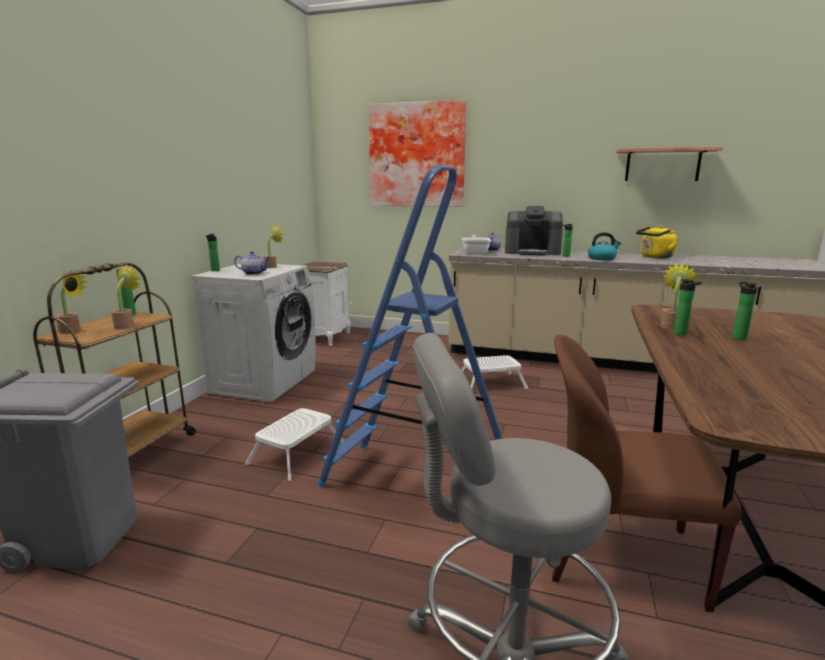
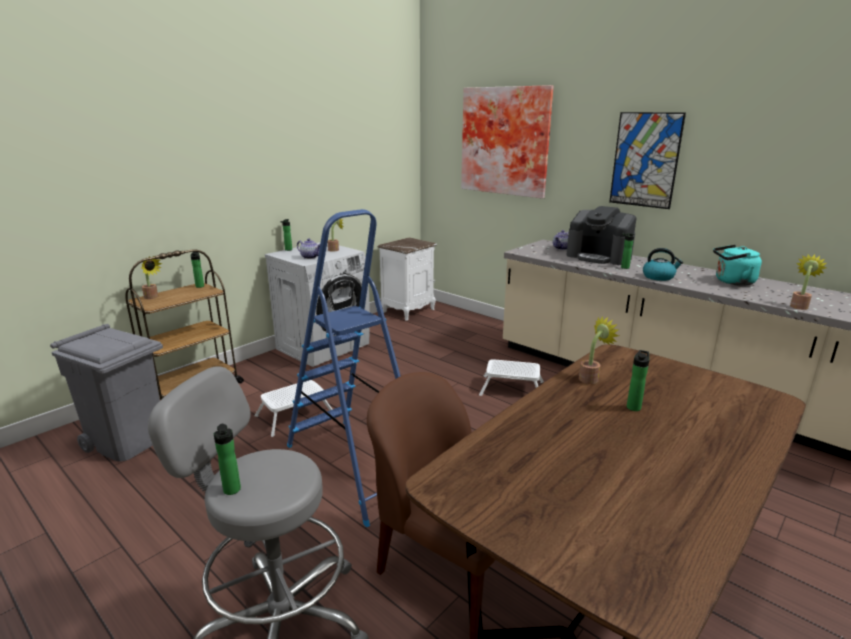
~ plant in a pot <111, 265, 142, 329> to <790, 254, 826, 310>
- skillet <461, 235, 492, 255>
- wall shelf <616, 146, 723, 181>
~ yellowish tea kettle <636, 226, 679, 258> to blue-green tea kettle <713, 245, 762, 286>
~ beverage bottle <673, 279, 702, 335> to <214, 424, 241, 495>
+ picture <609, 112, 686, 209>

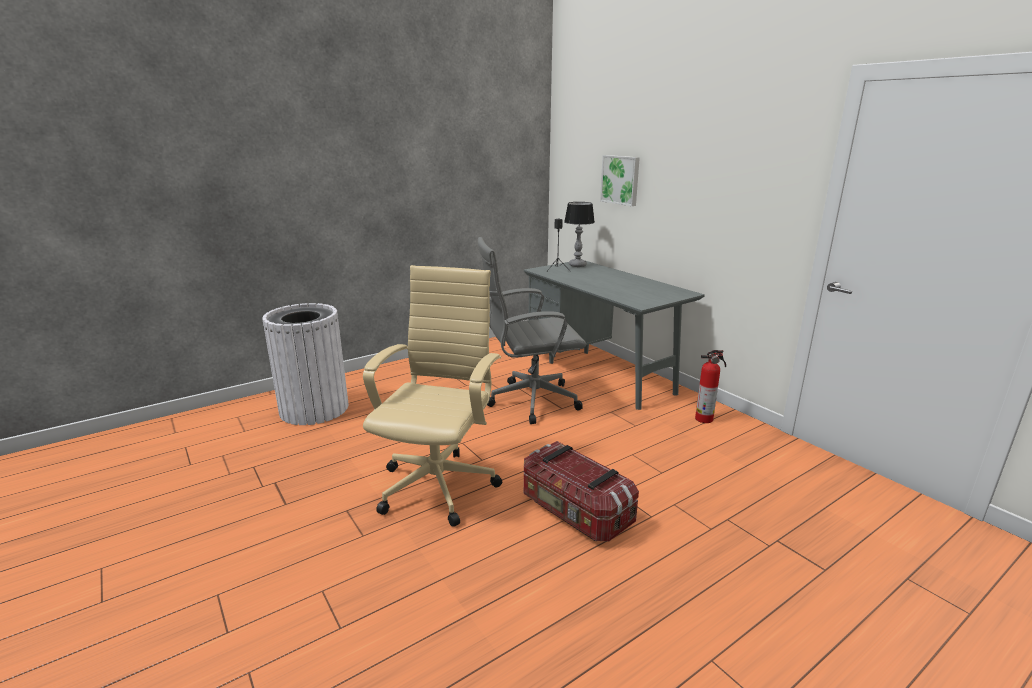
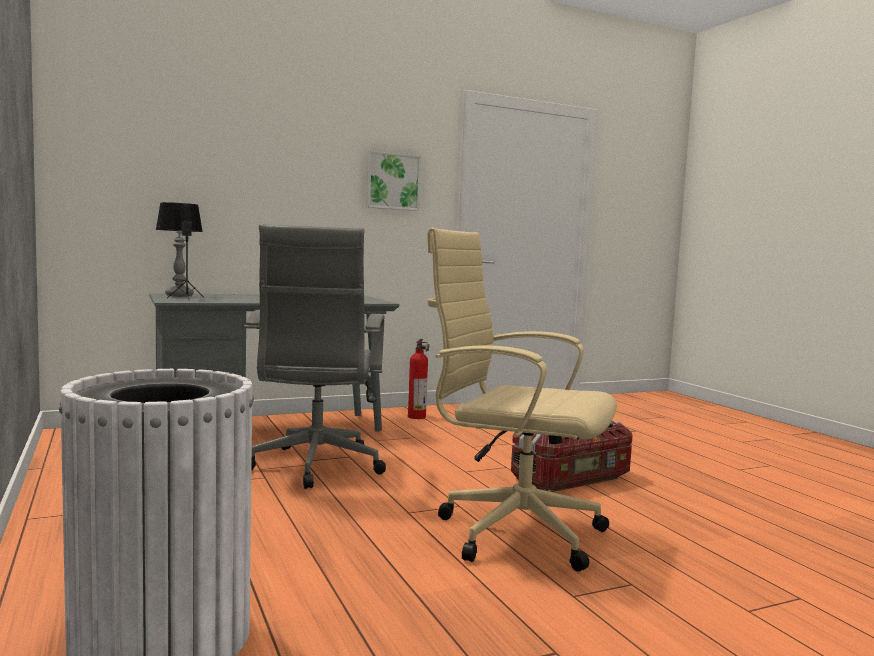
~ picture <600, 155, 640, 206> to <366, 151, 421, 211>

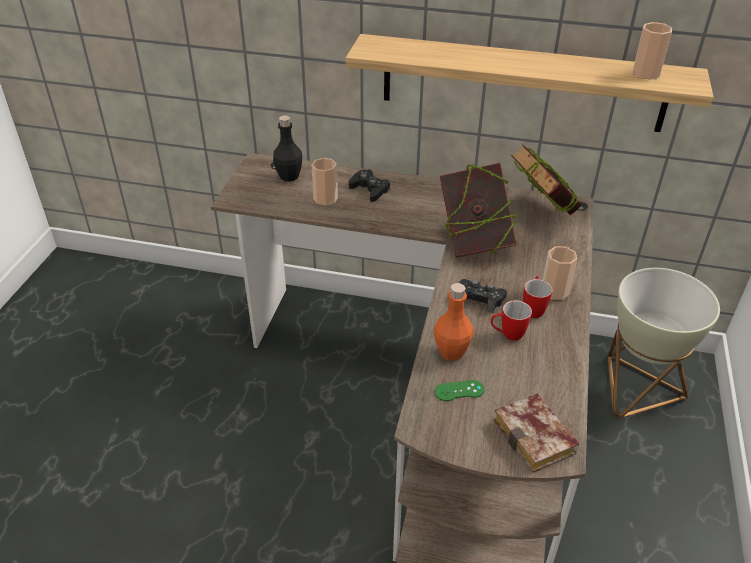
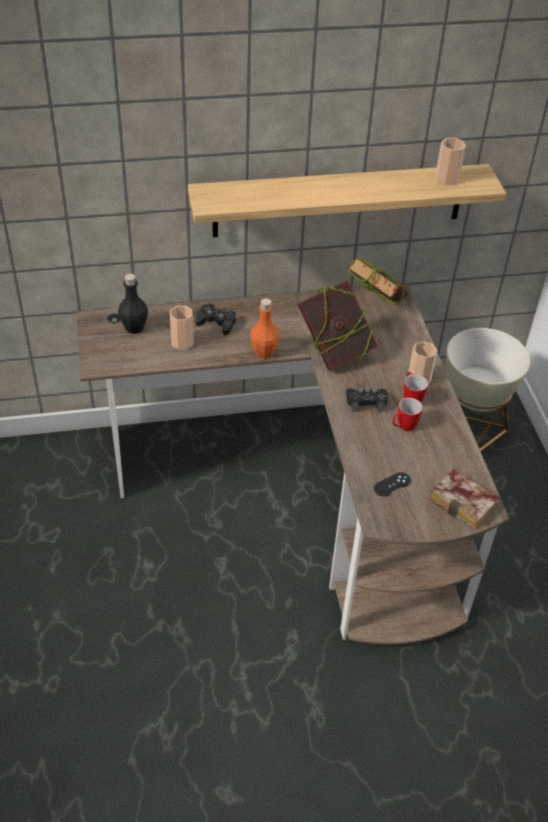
~ orange beverage bottle <433, 283, 474, 361> to <250, 298, 279, 359>
~ greenish gamepad <435, 380, 485, 401> to blackish gamepad <374, 472, 411, 496>

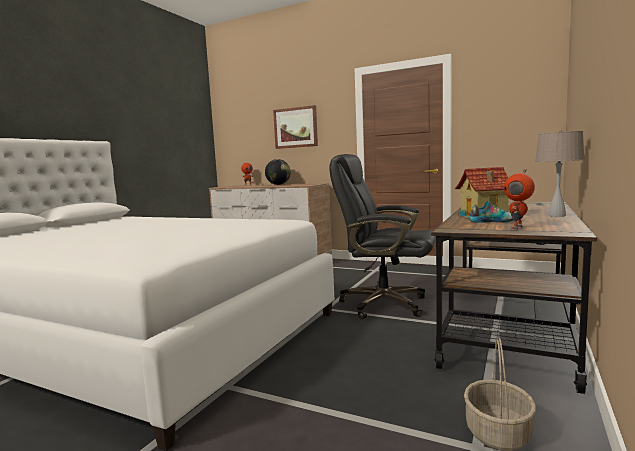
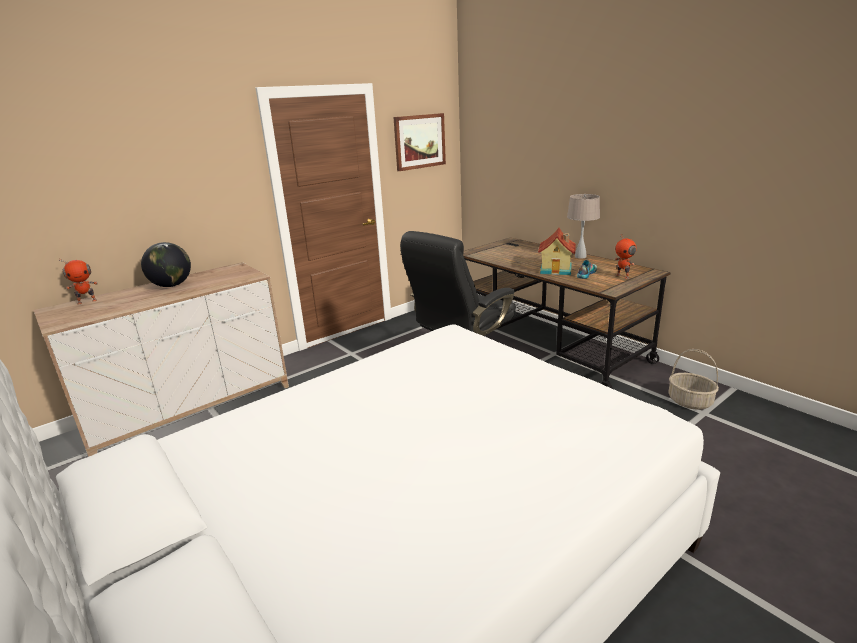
~ picture <273, 105, 318, 149> to <393, 113, 446, 171>

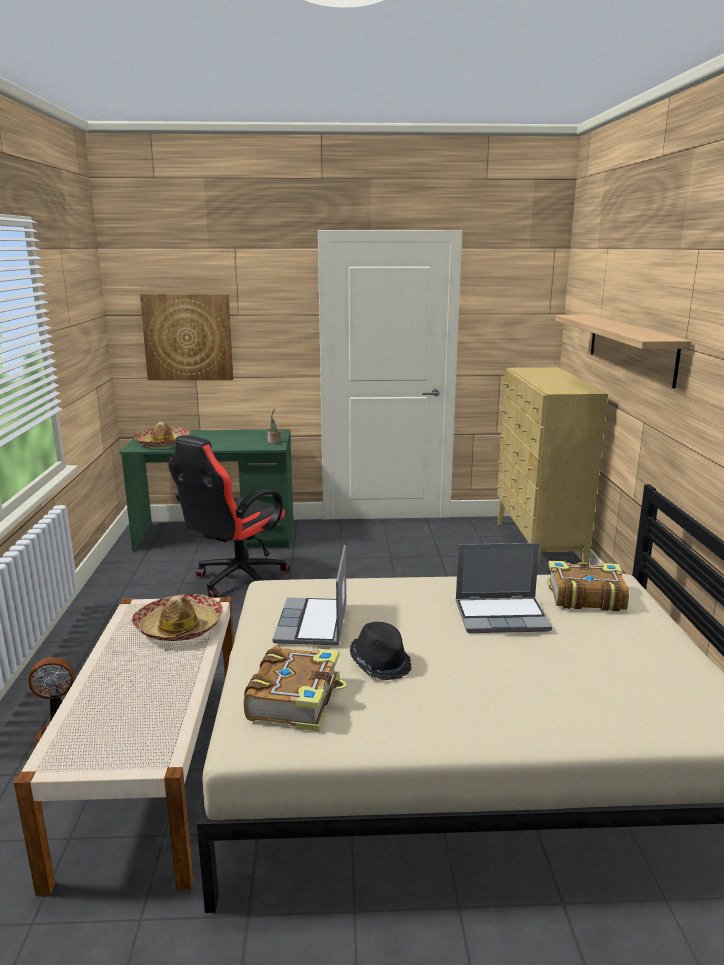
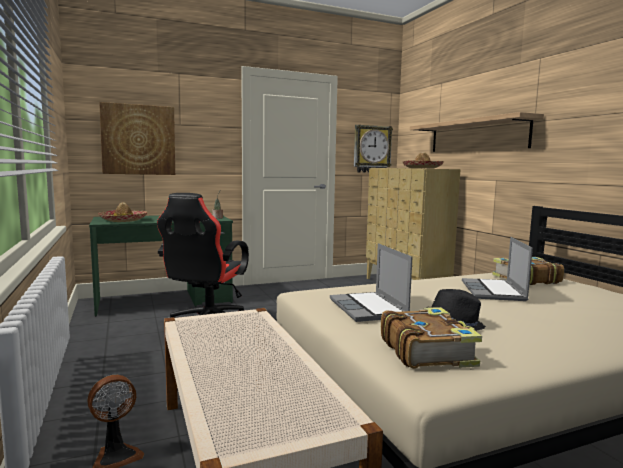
~ wearable hat <132, 594, 223, 641> to <402, 152, 444, 169>
~ laptop <456, 543, 552, 633> = <462, 237, 533, 301> 120 degrees clockwise
+ clock on the wall <354, 125, 393, 173>

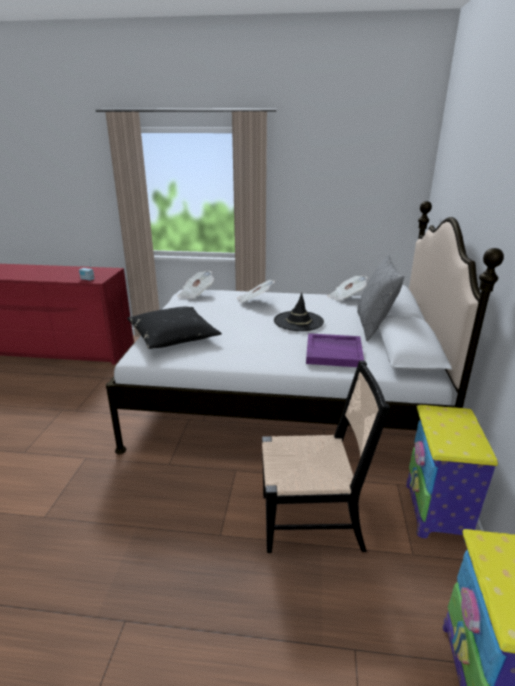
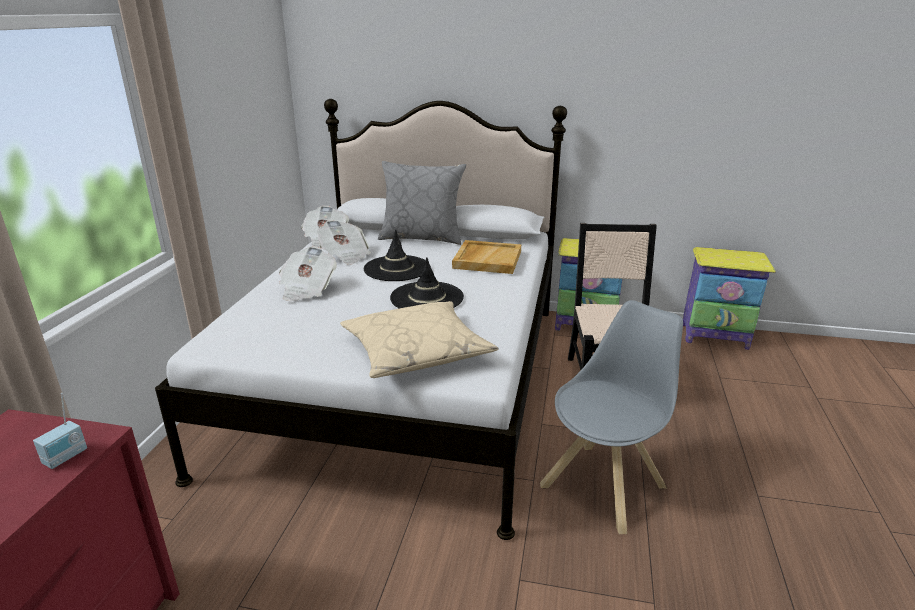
~ blackish pillow <127, 307, 222, 349> to sand-coloured pillow <340, 301, 499, 378>
~ daily paper <178, 271, 214, 299> to <317, 220, 371, 265>
~ purplish tray <306, 333, 364, 367> to sand-coloured tray <452, 240, 521, 274>
+ blackish wearable hat <390, 257, 464, 308>
+ gray chair <540, 300, 683, 534>

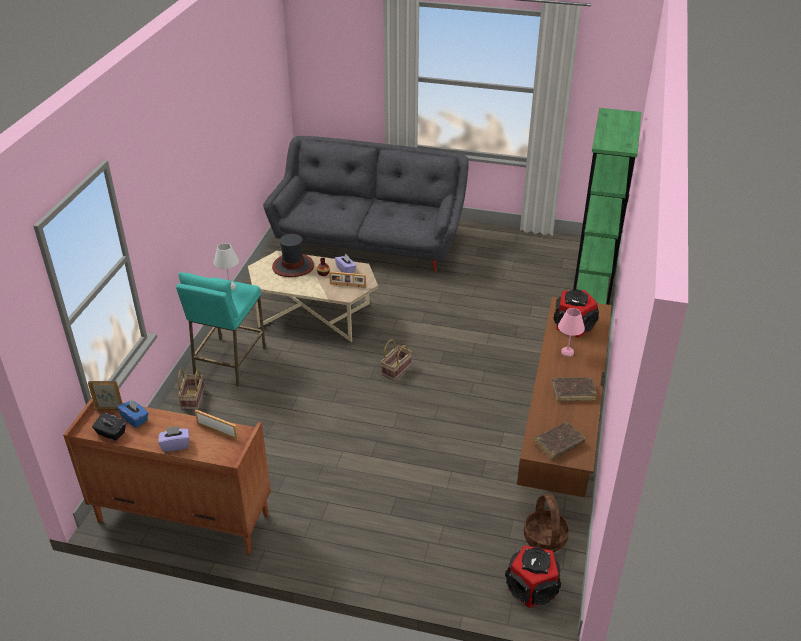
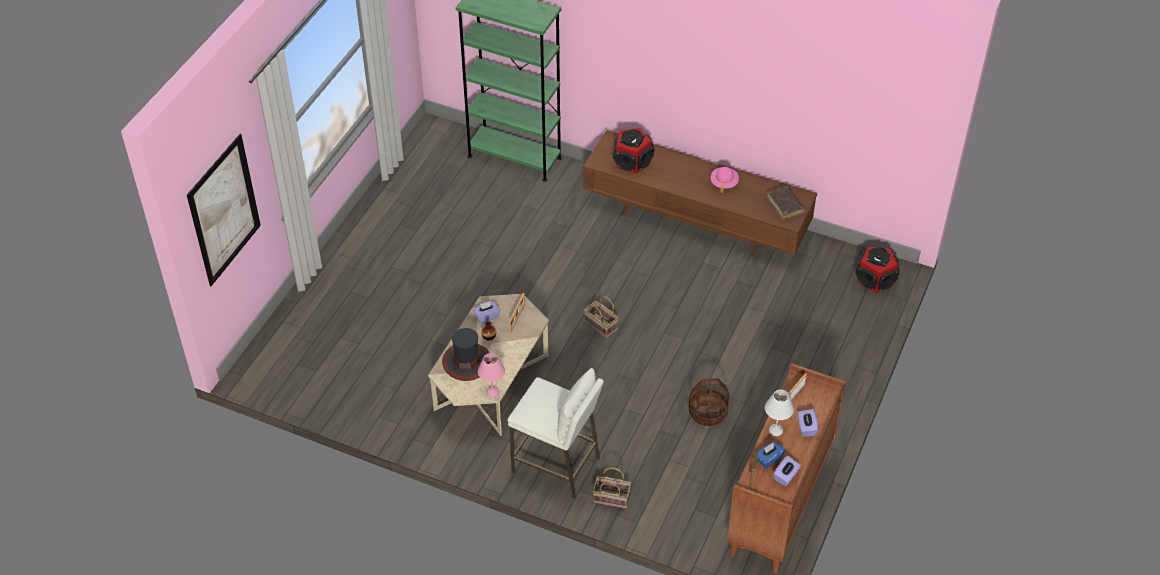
~ blackish box of tissues <92, 413, 126, 441> to purplish box of tissues <773, 456, 801, 486>
~ blue-green stool seat <176, 272, 266, 387> to white-coloured stool seat <507, 368, 604, 498>
~ white-coloured lamp for a table <214, 243, 239, 290> to <765, 389, 794, 436>
- gray settee <263, 136, 469, 272>
~ storage basket <524, 494, 569, 552> to <689, 378, 729, 426>
~ brown-coloured book <552, 377, 597, 402> to pinkish wearable hat <711, 167, 739, 193>
~ pinkish lamp for a table <558, 308, 585, 357> to <478, 353, 505, 398>
+ picture <187, 134, 261, 286>

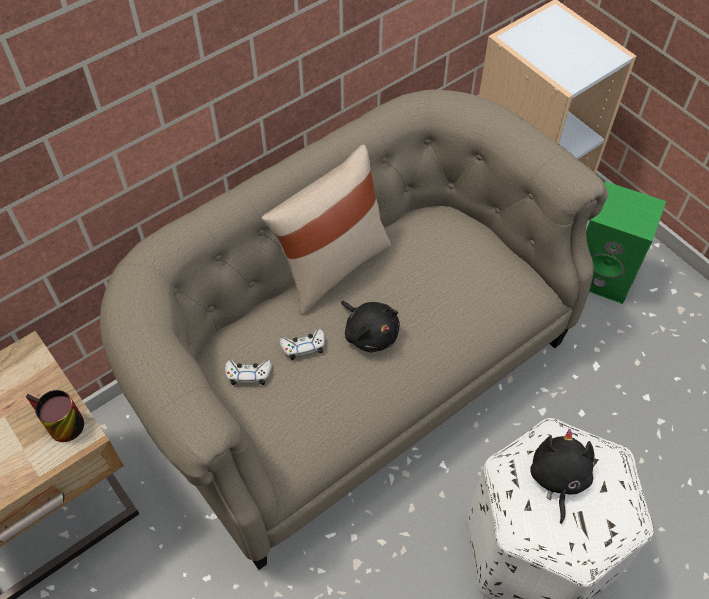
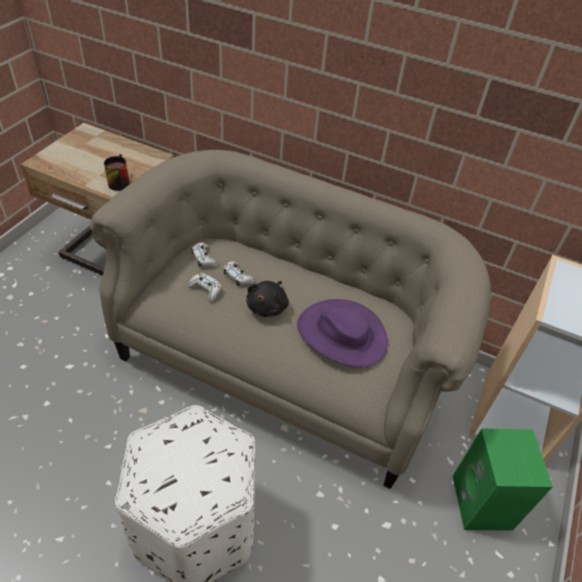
- sand-coloured pillow <262, 145, 391, 315>
- blackish plush toy <530, 429, 595, 524>
+ white-coloured gamepad <188, 273, 221, 301>
+ purplish wearable hat <297, 299, 388, 367>

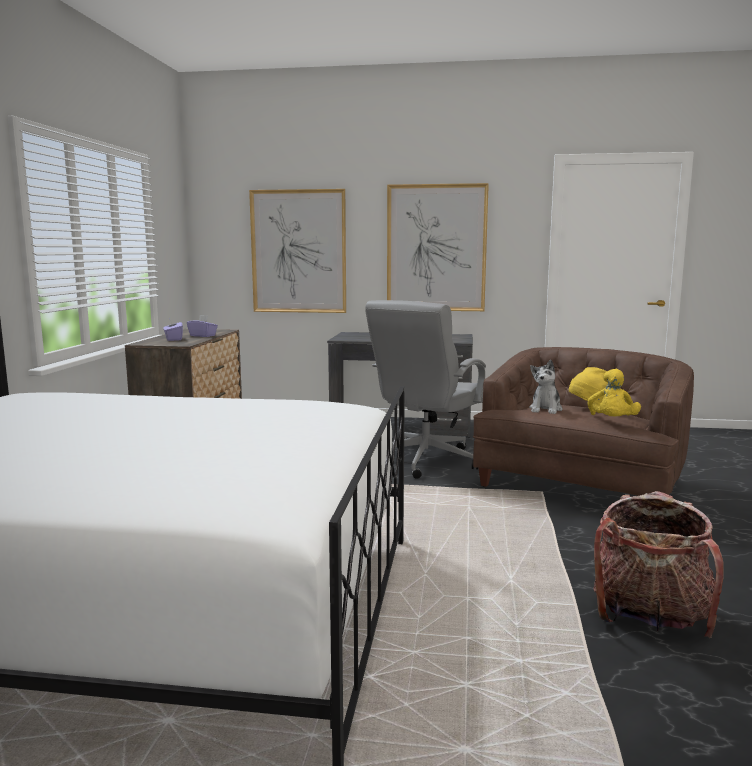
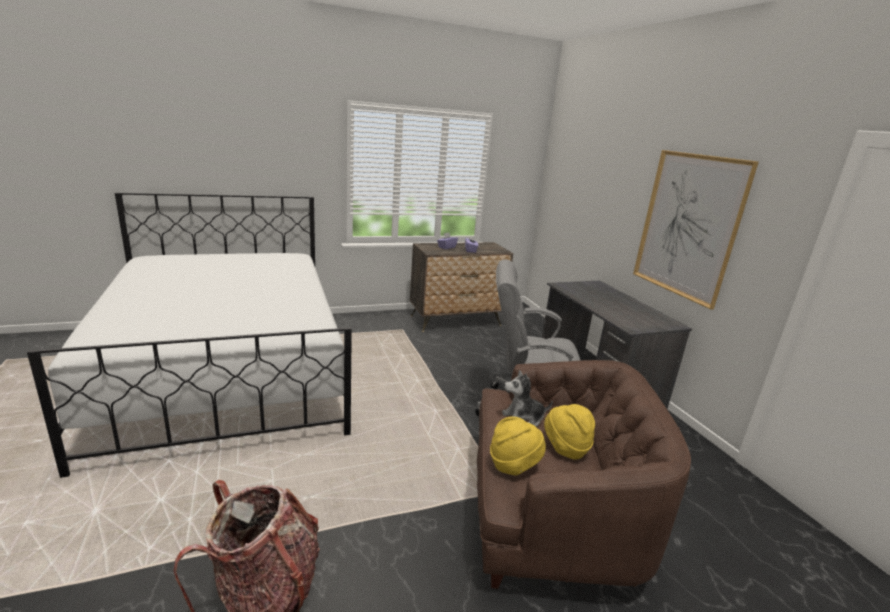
- picture <249, 189, 346, 313>
~ yellowish plush toy <587, 369, 641, 416> to yellowish wearable hat <490, 417, 546, 475>

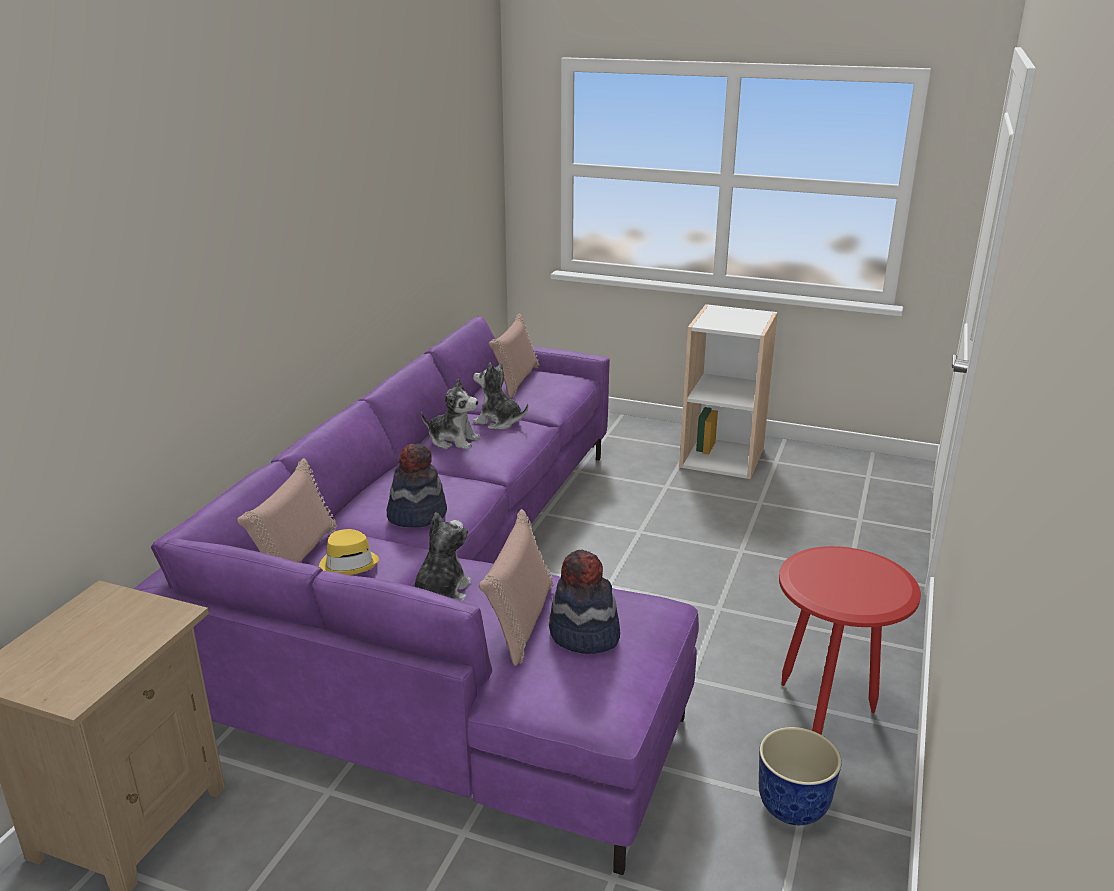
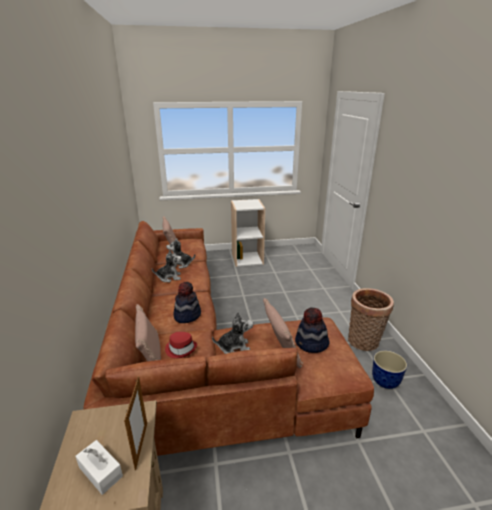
~ purplish settee <134, 317, 699, 875> to brown-coloured settee <83, 221, 374, 456>
~ yellowish wearable hat <319, 529, 379, 575> to red wearable hat <165, 332, 197, 358>
~ plush toy <415, 512, 472, 601> = <212, 312, 253, 354> 90 degrees clockwise
~ red accent table <779, 546, 921, 735> to storage basket <348, 288, 394, 351>
+ white-coloured box of tissues <75, 440, 123, 495>
+ standing frame <124, 376, 147, 470>

